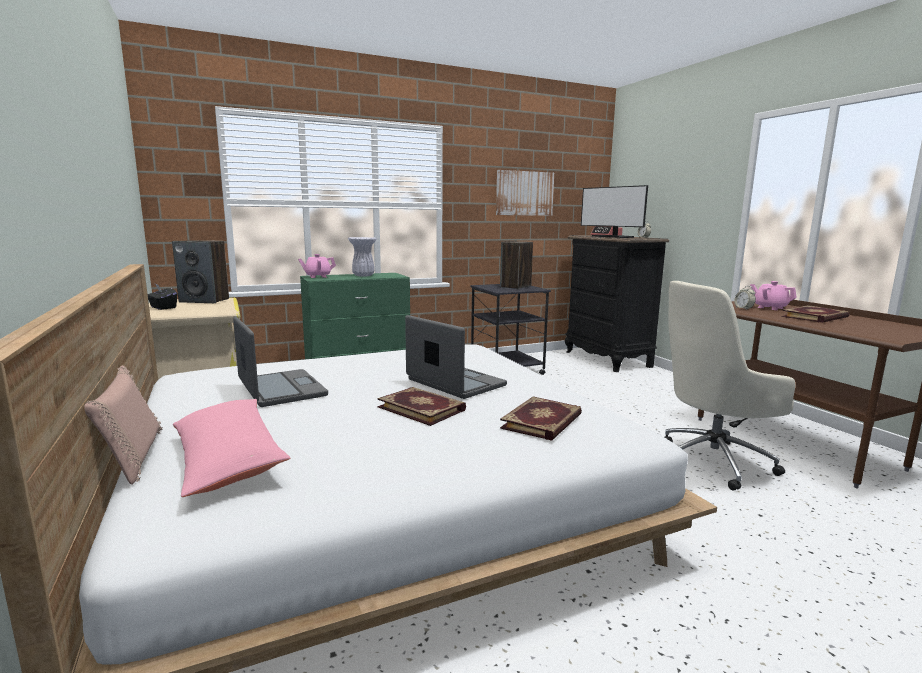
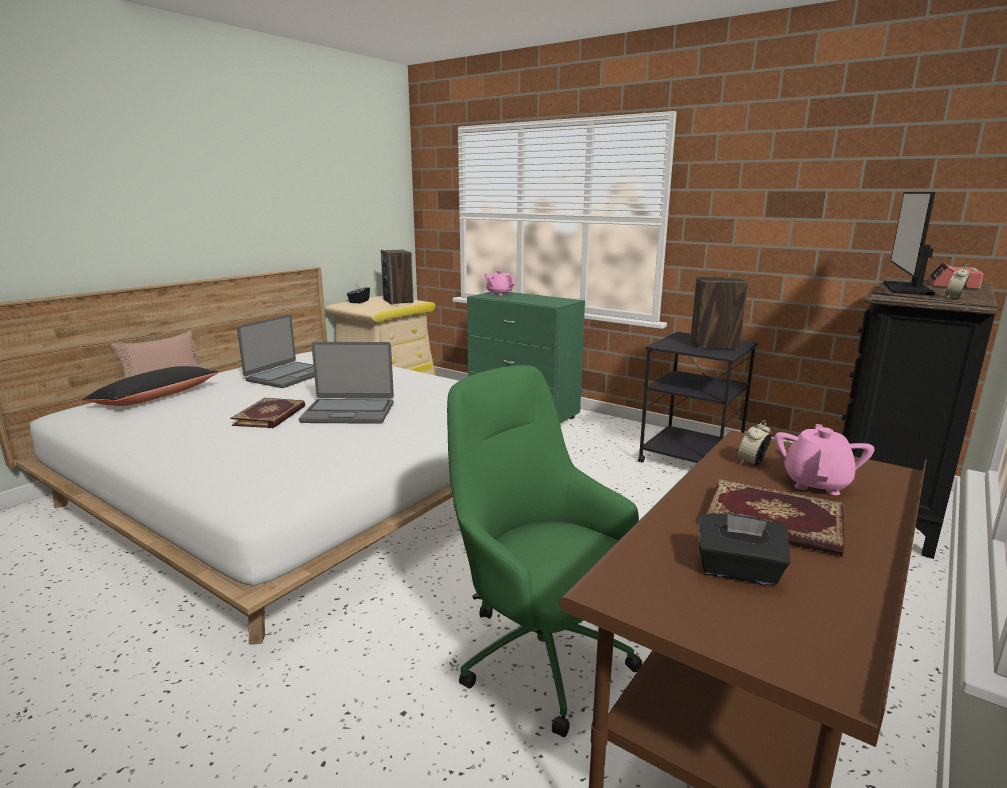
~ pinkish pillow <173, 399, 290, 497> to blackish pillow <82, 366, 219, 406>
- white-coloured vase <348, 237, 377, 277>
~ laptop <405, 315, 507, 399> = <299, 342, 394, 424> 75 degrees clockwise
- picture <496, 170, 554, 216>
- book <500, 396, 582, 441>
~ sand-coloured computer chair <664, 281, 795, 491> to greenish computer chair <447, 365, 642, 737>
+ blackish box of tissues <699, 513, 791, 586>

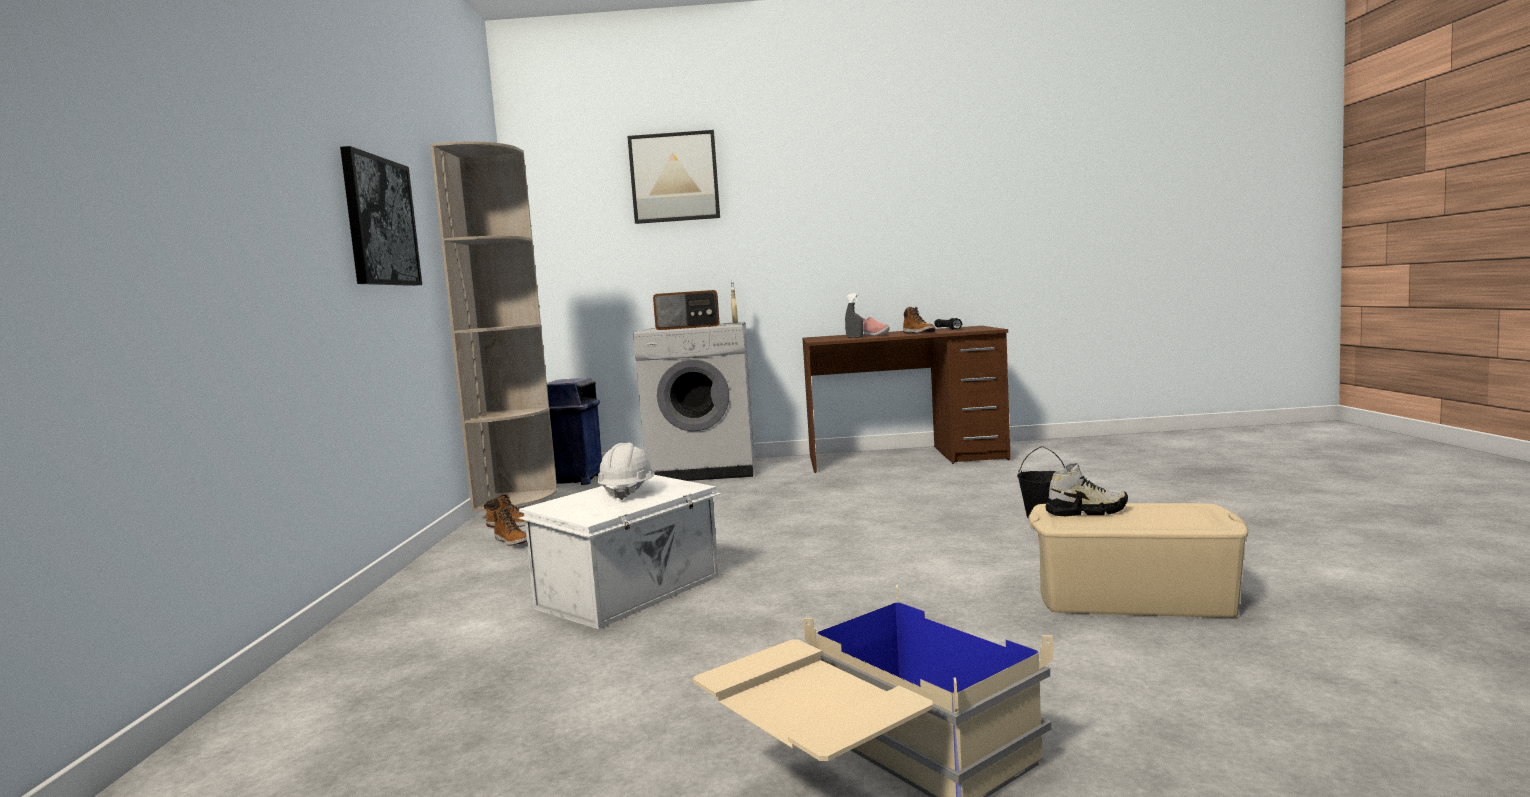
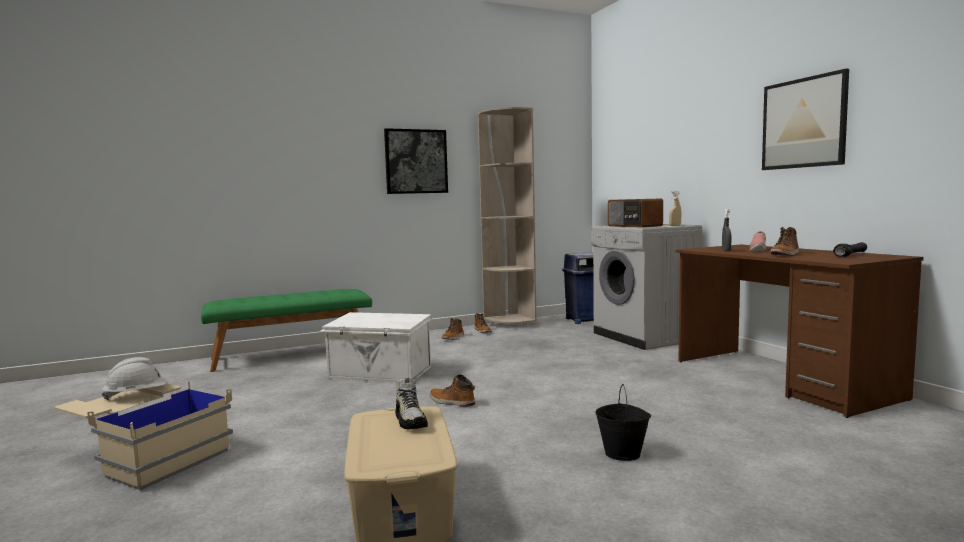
~ white-coloured safety helmet <597, 442, 655, 500> to <102, 357, 169, 400>
~ picture <628, 130, 720, 224> to <762, 69, 849, 170>
+ greenish indoor bench <201, 289, 372, 372>
+ boot <430, 374, 475, 407>

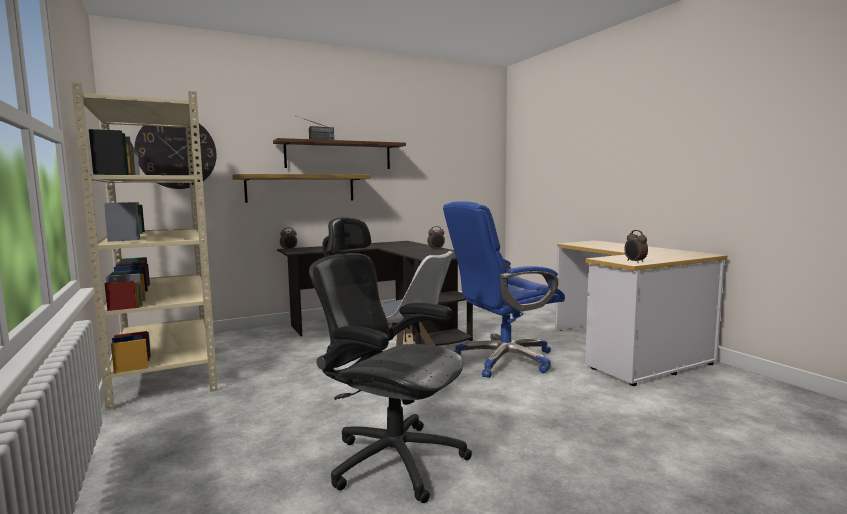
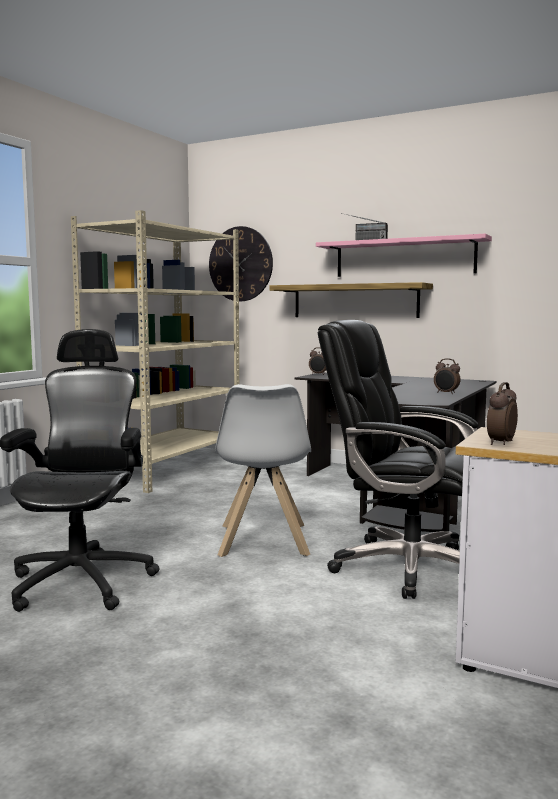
~ brown-coloured wall shelf <273, 138, 406, 169> to pinkish wall shelf <316, 234, 492, 277>
~ blue computer chair <443, 201, 565, 378> to blackish computer chair <318, 320, 479, 599>

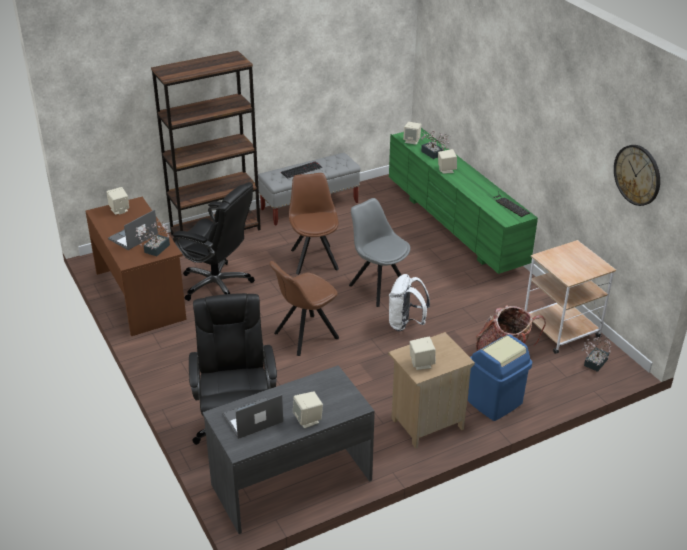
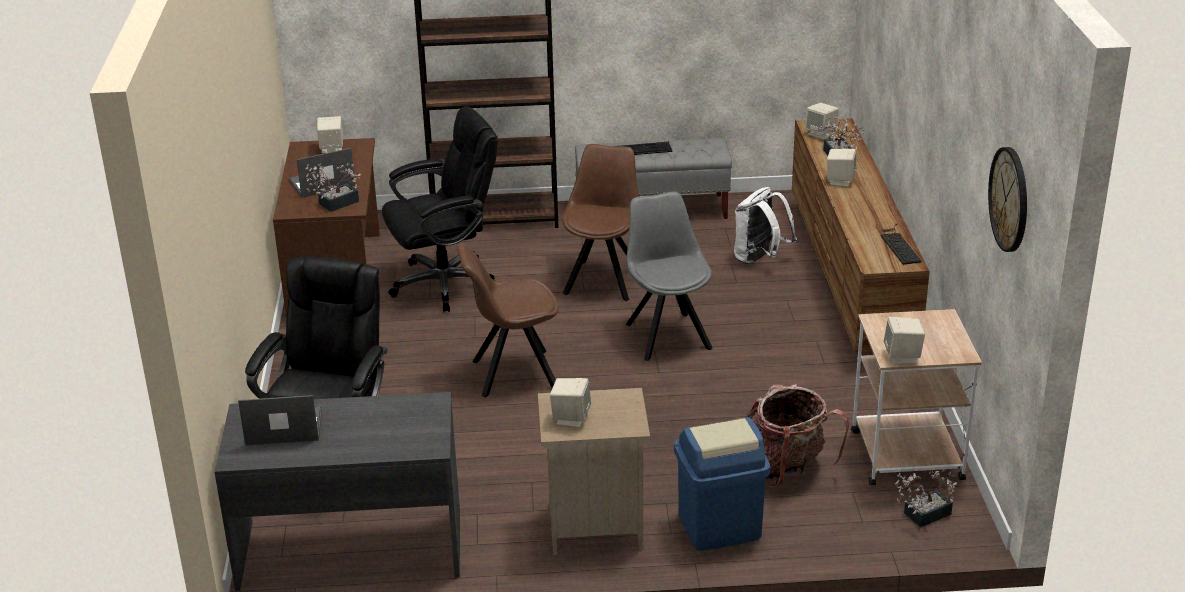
~ blackish computer chair <173, 182, 255, 301> = <382, 106, 498, 312> 75 degrees counterclockwise
~ sand-coloured speaker <293, 391, 323, 428> to <884, 317, 925, 365>
~ greenish cabinet <389, 128, 538, 274> to brown-coloured cabinet <792, 118, 930, 352>
~ white-coloured backpack <389, 274, 430, 331> to <734, 187, 797, 264>

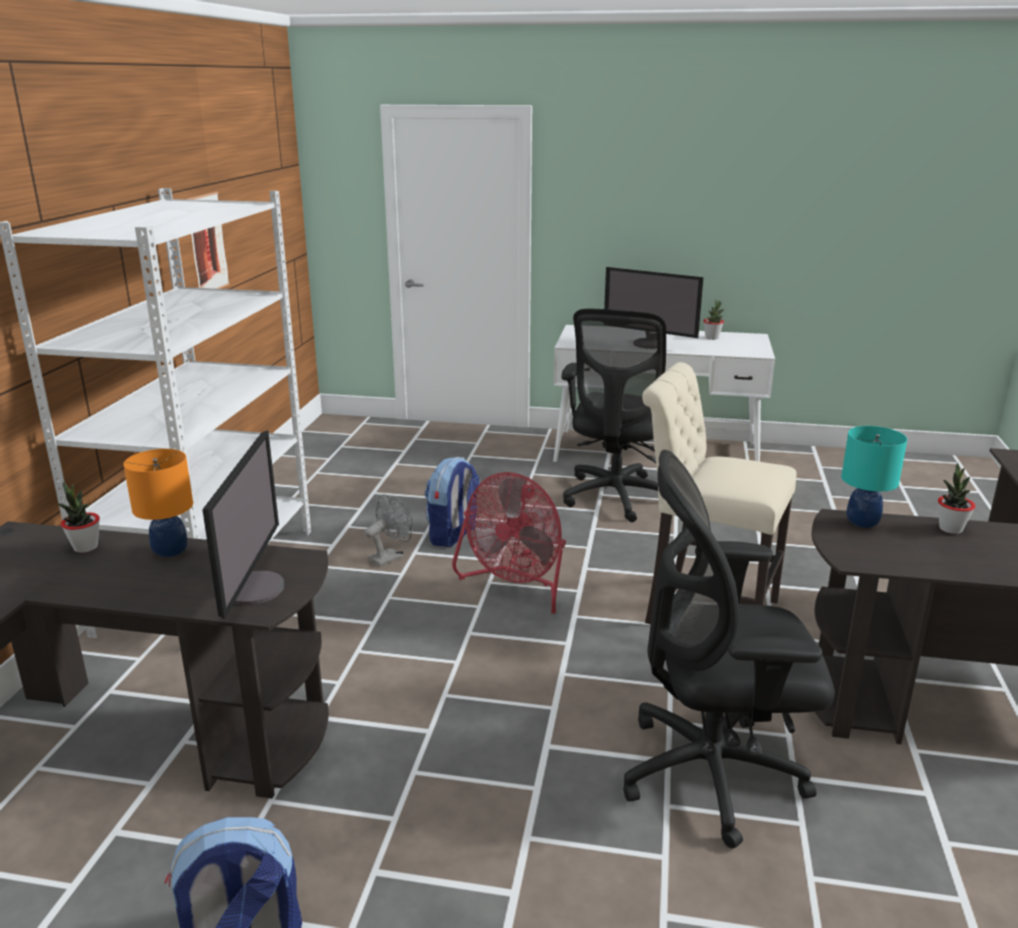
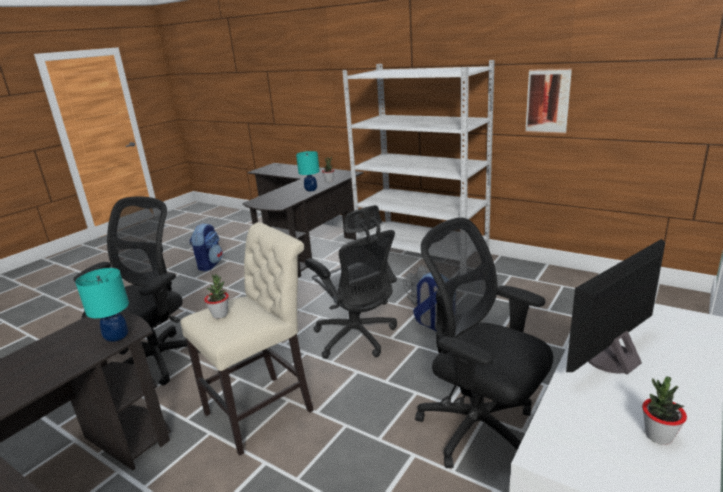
~ orange lamp for a table <123, 449, 193, 557> to blue-green lamp for a table <296, 151, 320, 191>
- computer screen <202, 430, 284, 619>
~ red cooling fan <452, 472, 566, 613> to computer chair <305, 205, 397, 359>
~ plant in a pot <938, 463, 975, 534> to <204, 274, 229, 319>

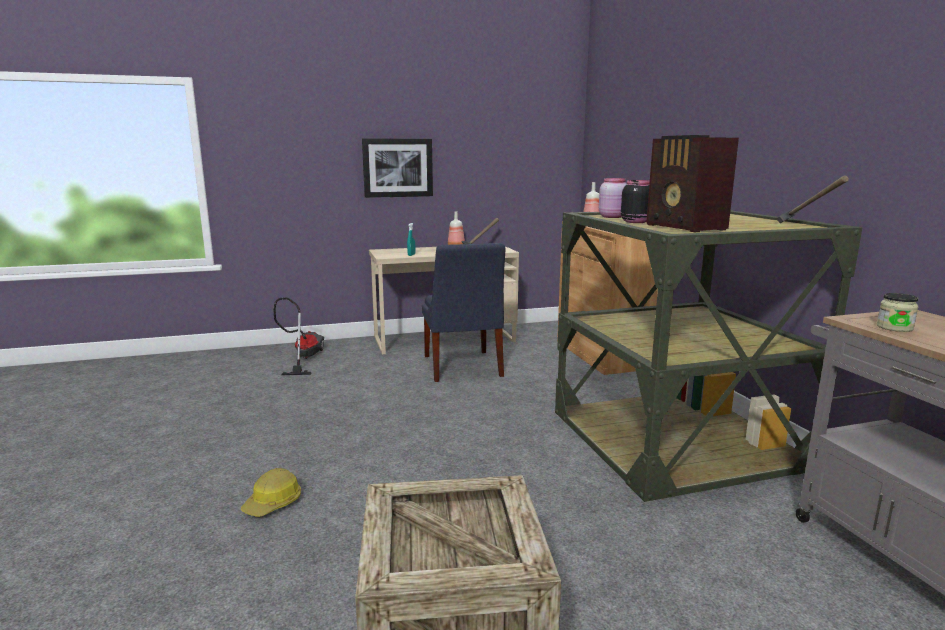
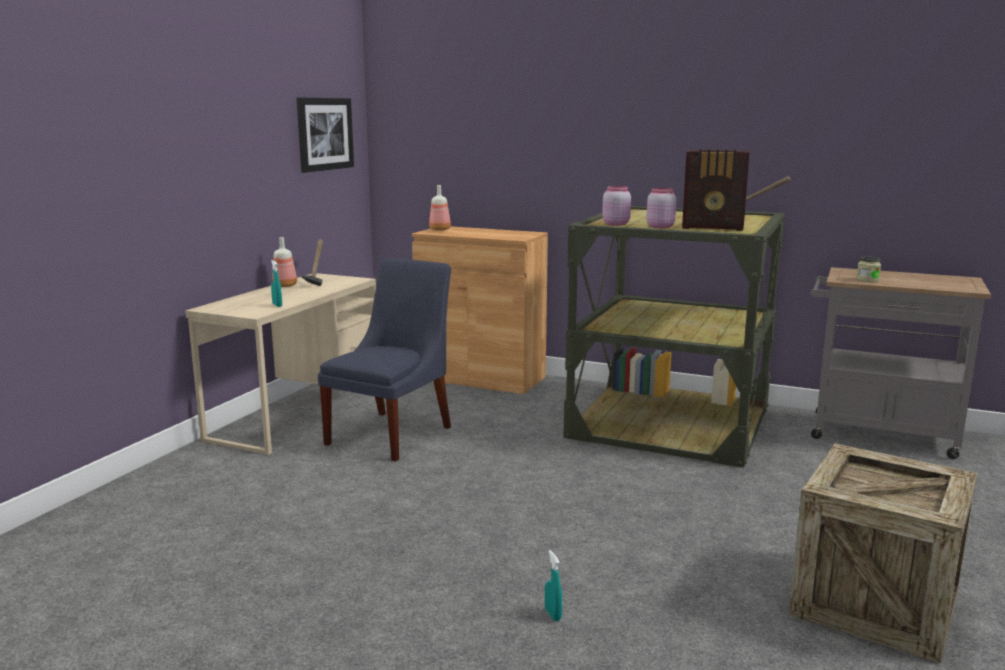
~ safety helmet <241, 468, 301, 517> to blue-green sprayer <545, 550, 562, 621>
- vacuum cleaner <274, 297, 324, 375>
~ picture <362, 138, 433, 198> to <297, 97, 354, 173>
~ blue chair <422, 243, 506, 382> = <318, 258, 451, 461> 90 degrees counterclockwise
~ blackish jar <621, 180, 650, 223> to pinkish jar <646, 188, 676, 228>

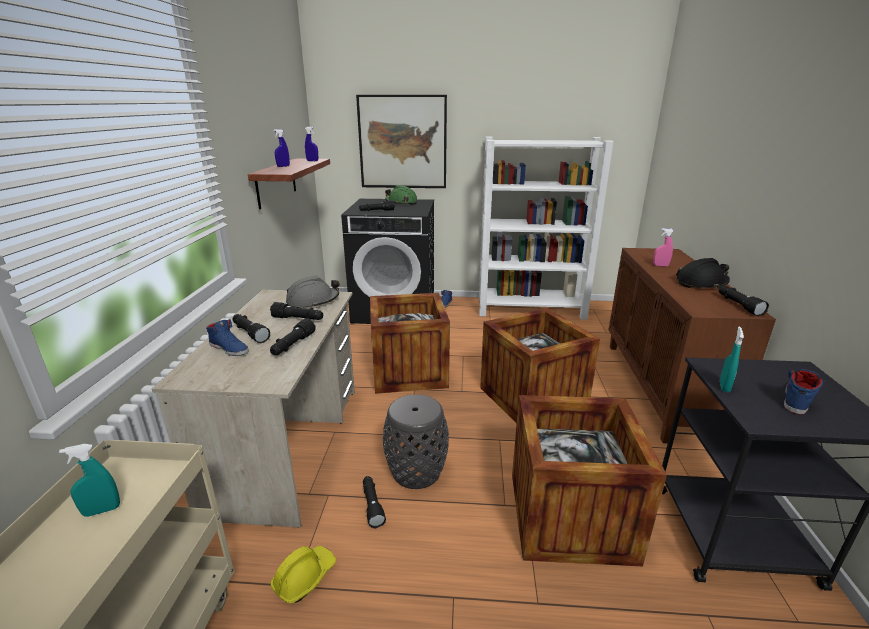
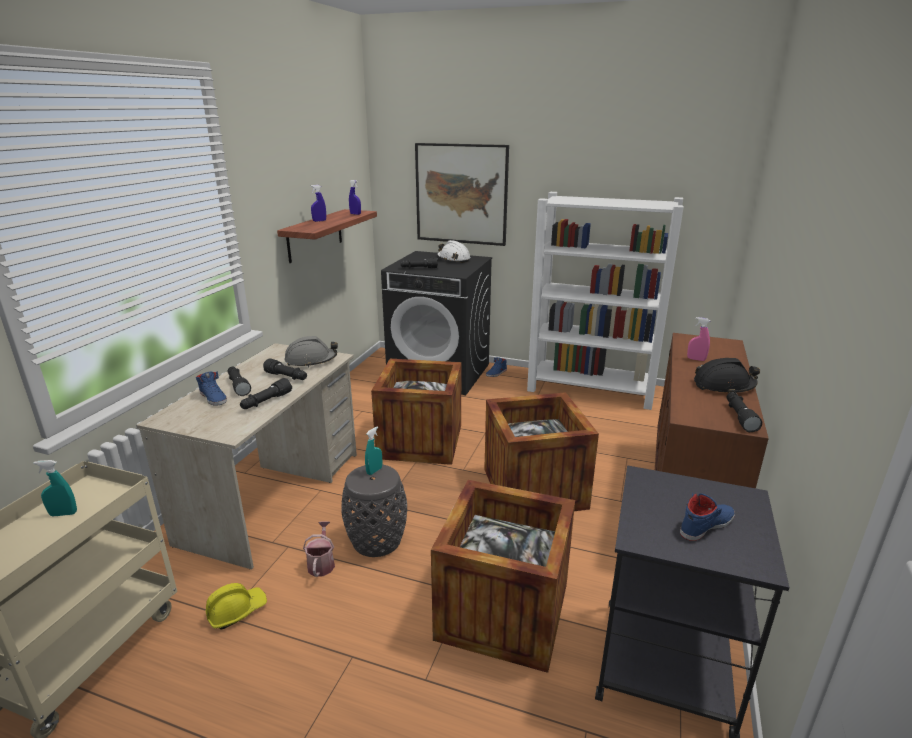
~ blackish hand torch <363, 476, 386, 528> to watering pot <303, 522, 335, 577>
~ greenish safety helmet <385, 185, 418, 205> to white-coloured safety helmet <437, 240, 470, 263>
~ blue-green sprayer <720, 327, 744, 392> to <365, 426, 382, 475>

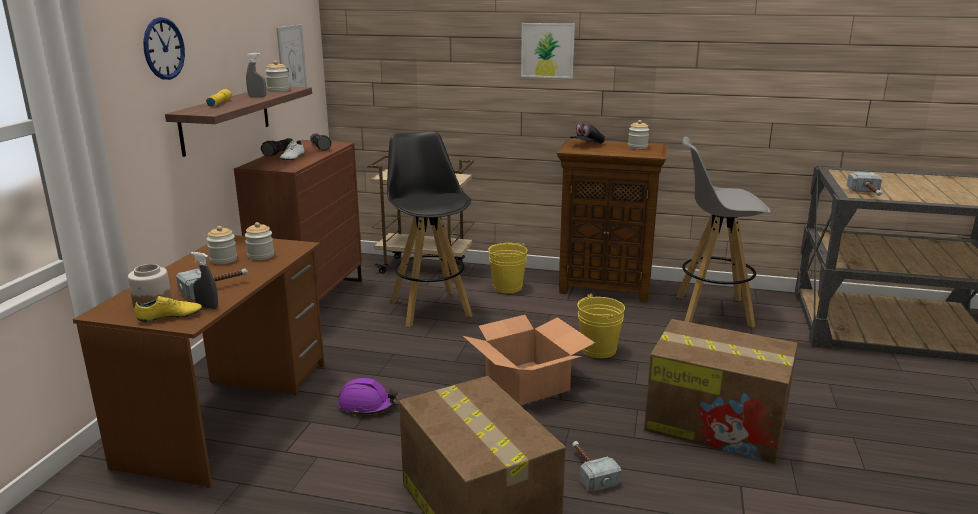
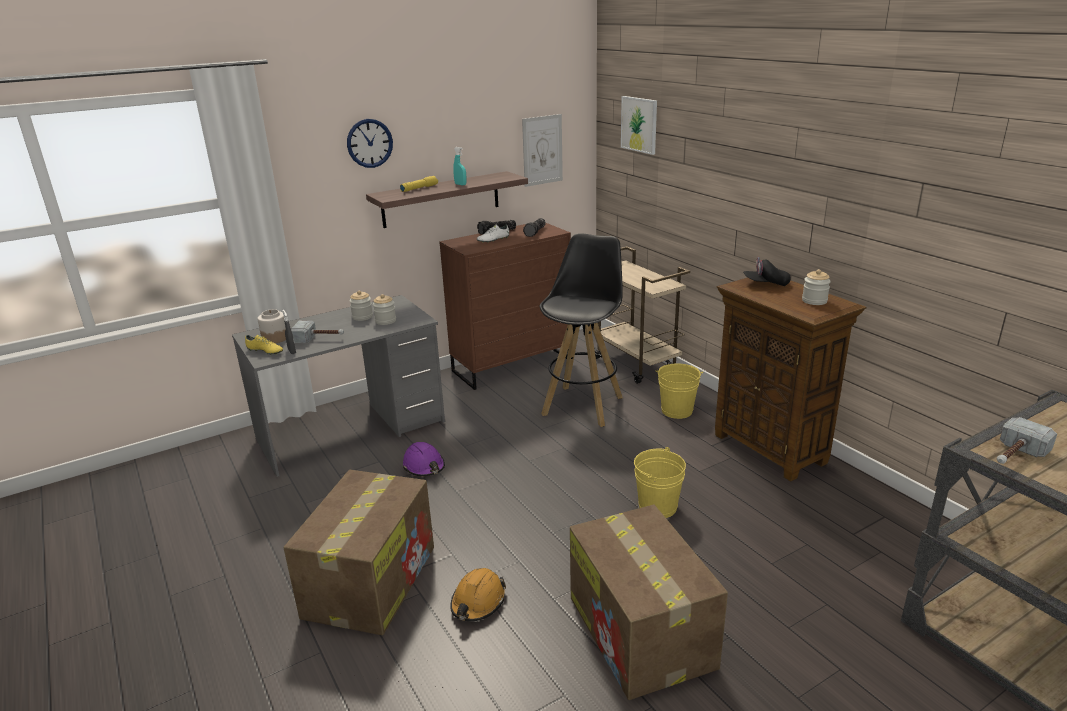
~ brown-coloured desk unit <73, 235, 324, 487> to gray desk unit <232, 295, 445, 477>
~ gray sprayer <246, 53, 266, 97> to blue-green sprayer <453, 147, 467, 185>
- jar <265, 61, 289, 92>
- packing box <463, 315, 595, 405>
~ picture <521, 23, 575, 78> to <621, 96, 657, 155>
~ hammer <572, 441, 621, 492> to orange safety helmet <450, 568, 506, 621>
- gray stool seat <676, 137, 771, 328>

